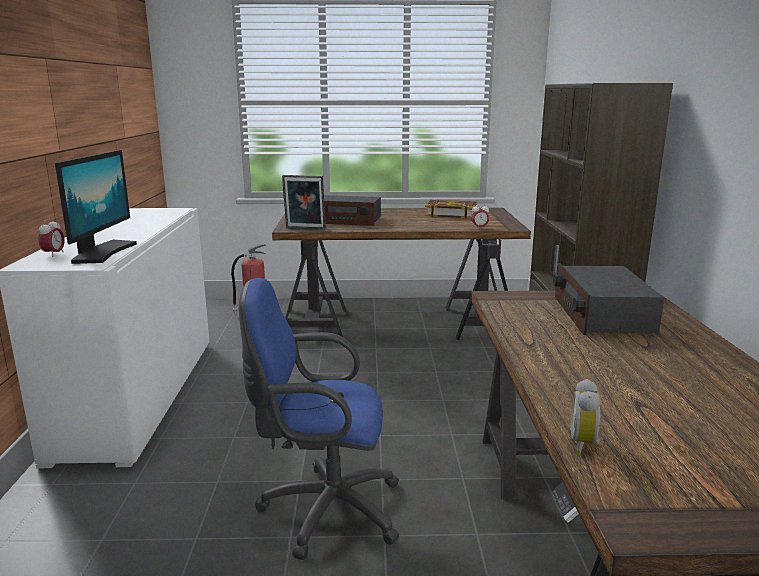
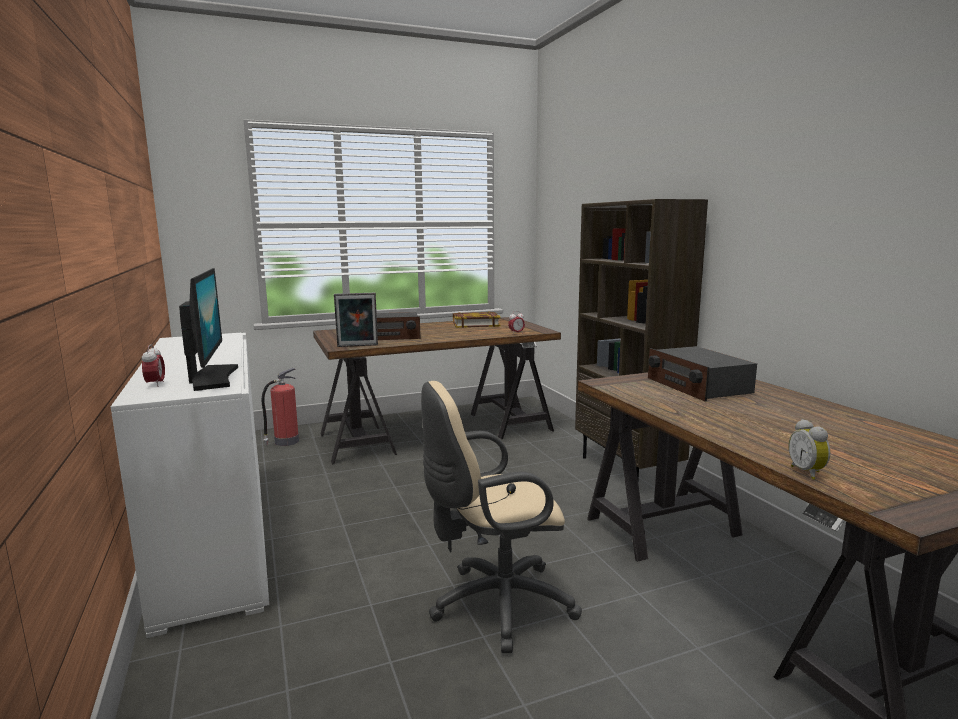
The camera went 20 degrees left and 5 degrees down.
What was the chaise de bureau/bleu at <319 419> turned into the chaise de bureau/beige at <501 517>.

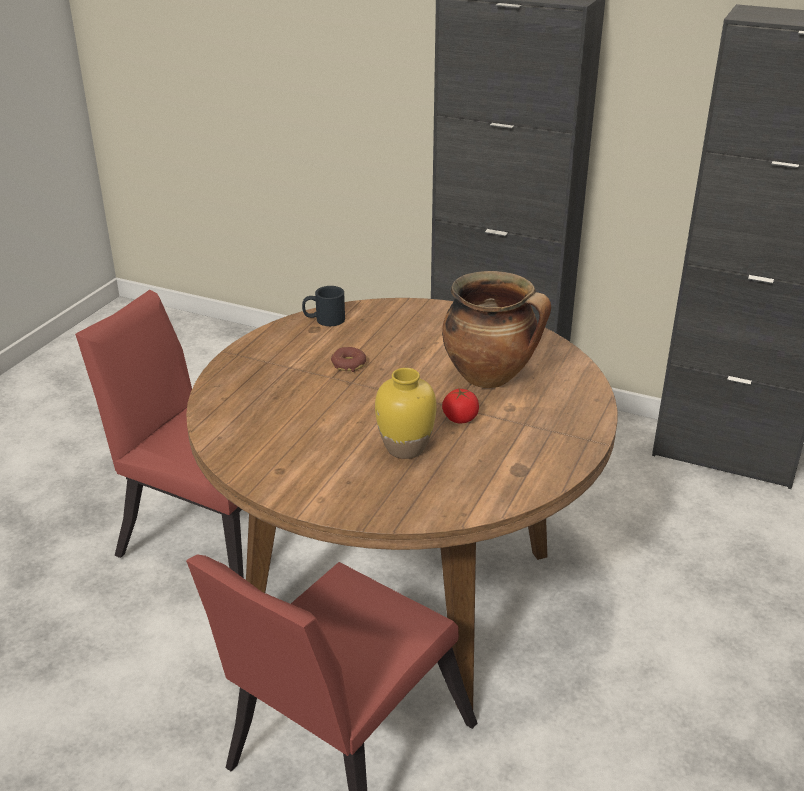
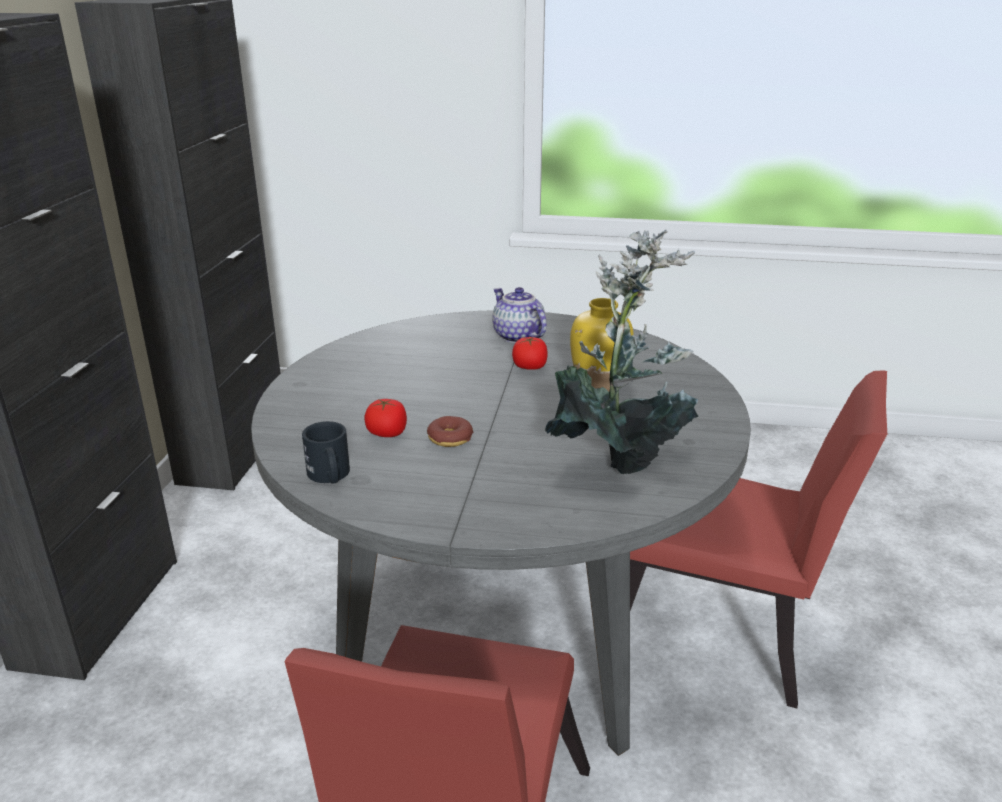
The camera went 105 degrees left and 5 degrees down.
What was the table à manger/marron at <401 504> turned into the table à manger/gris at <501 533>.
The second view gained the tomate at <385 418>.
The second view gained the théière at <519 315>.
The second view gained the plante en pot at <621 352>.
The second view lost the marmite at <496 329>.

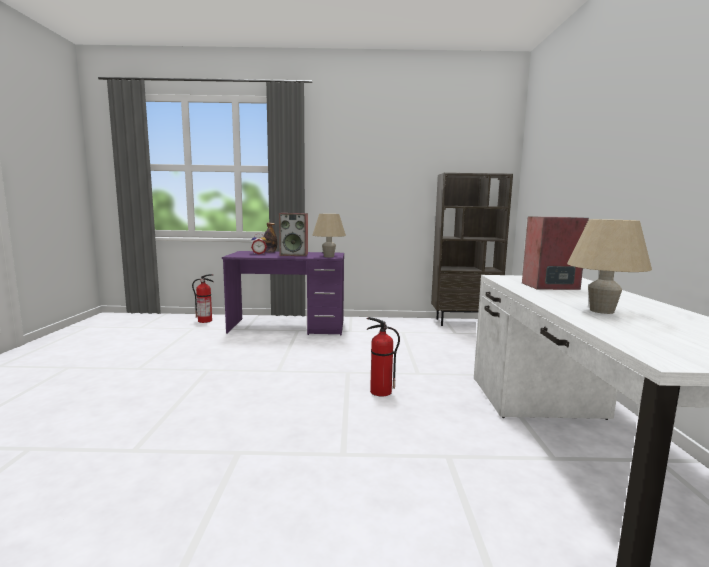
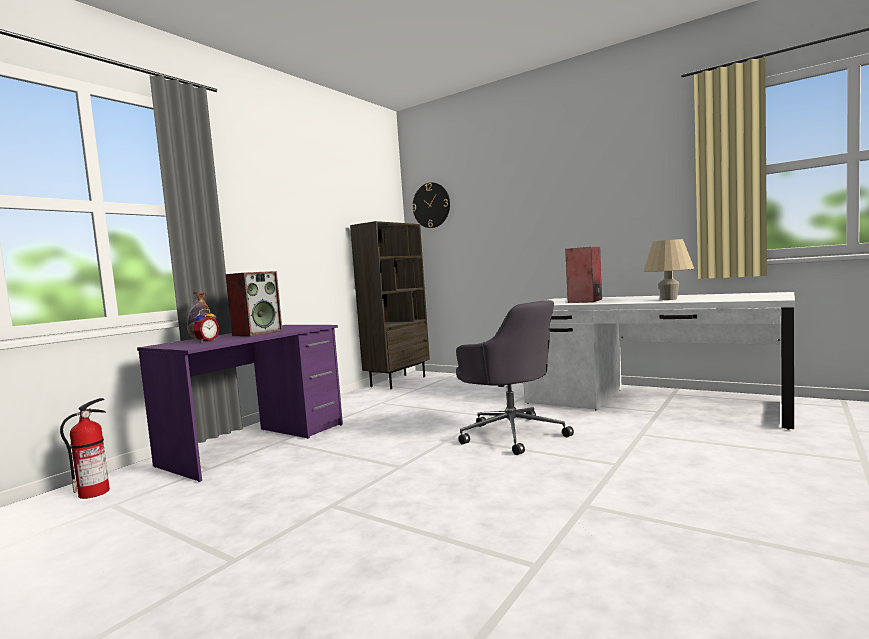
The camera went 55 degrees left and 5 degrees down.
The second view gained the horloge murale at <431 205>.
Where the extincteur stood at <383 357>, the chaise de bureau/gris came to stand at <515 377>.
The second view lost the lampe de table/beige at <329 235>.

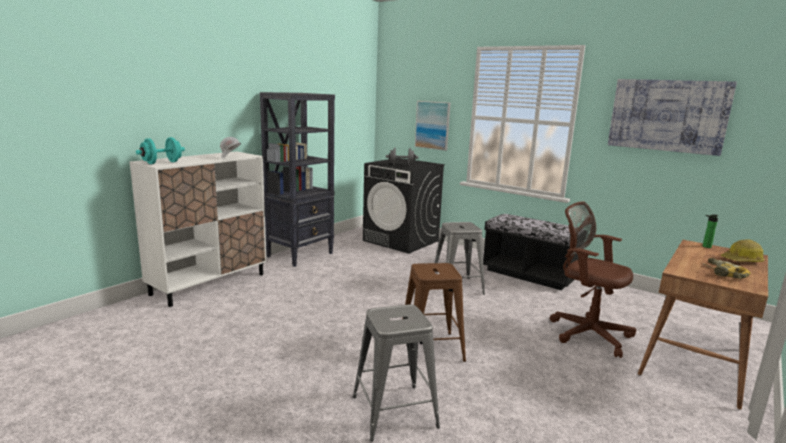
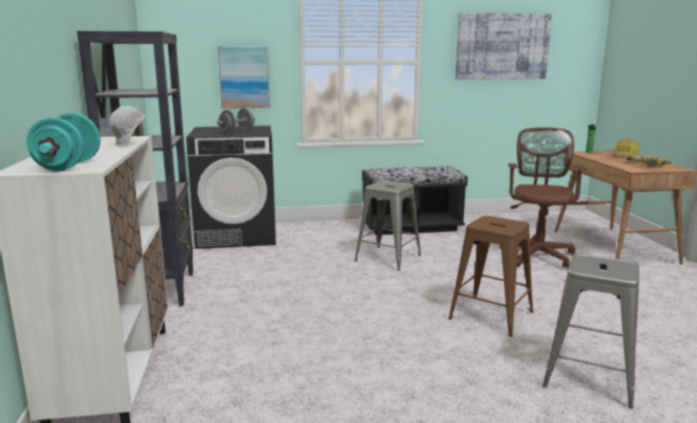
The camera went 45 degrees left and 0 degrees up.
The chaise de bureau/marron at <593 279> ended up facing another way, 105 degrees clockwise from before.

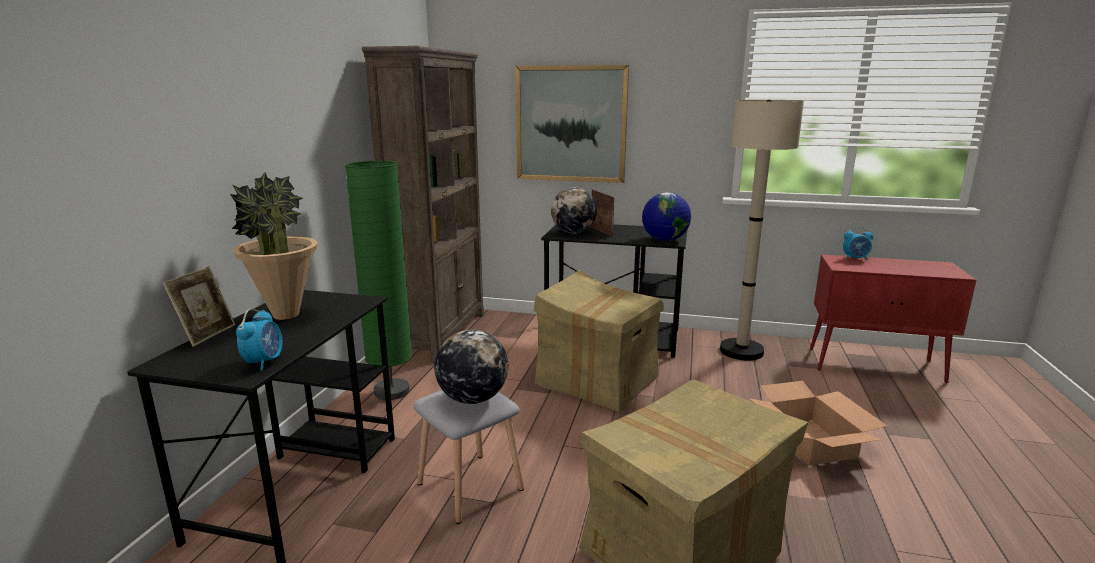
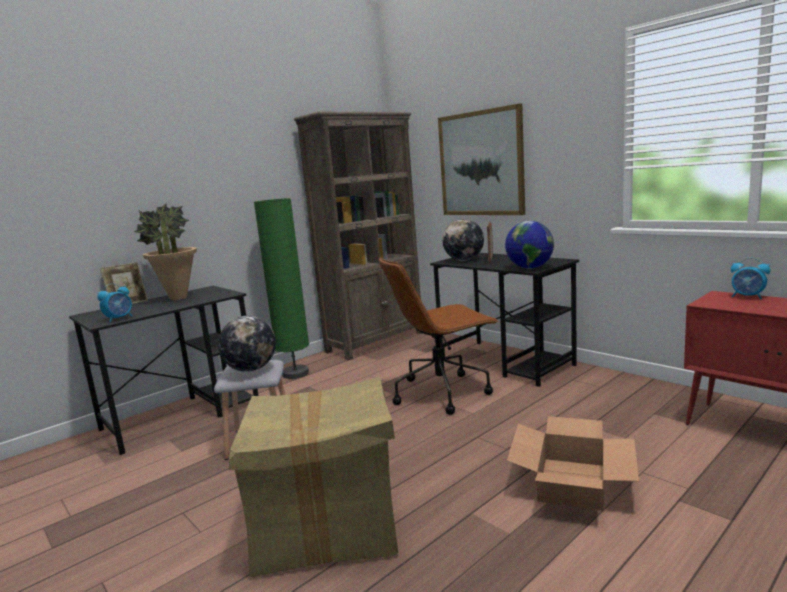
The camera went 35 degrees right and 5 degrees down.
Where the carton stood at <599 341>, the chaise de bureau/marron came to stand at <438 336>.
The second view lost the lampadaire/beige at <762 230>.

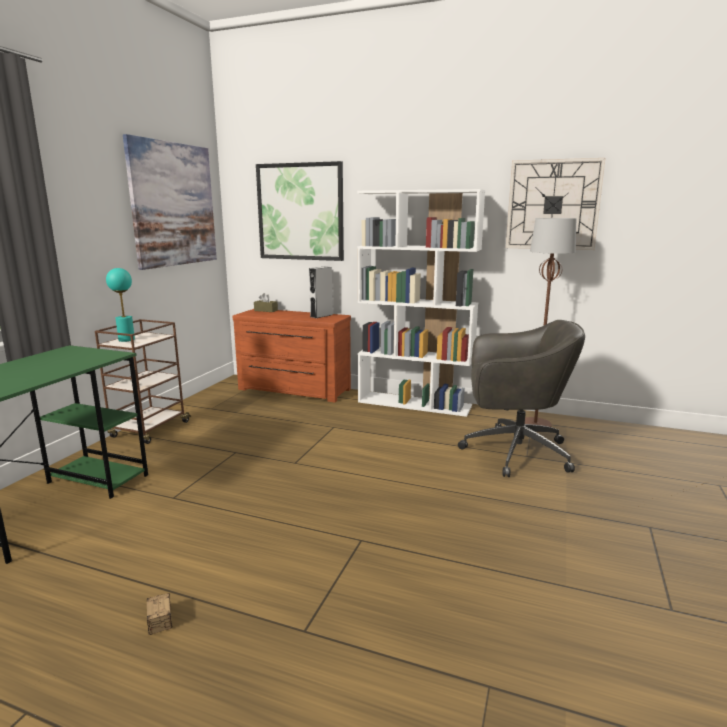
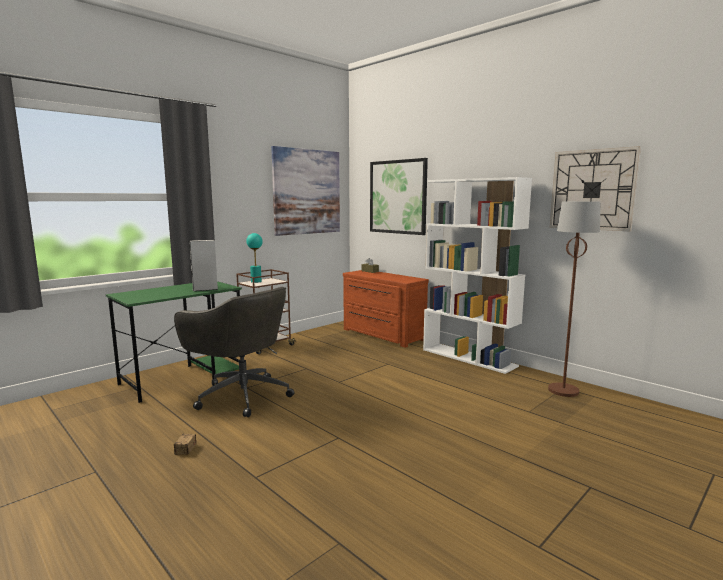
The camera went 25 degrees right and 5 degrees down.
The chaise de bureau/gris ended up elsewhere, having gone from <521 398> to <234 352>.
The enceinte/gris ended up elsewhere, having gone from <321 292> to <203 265>.

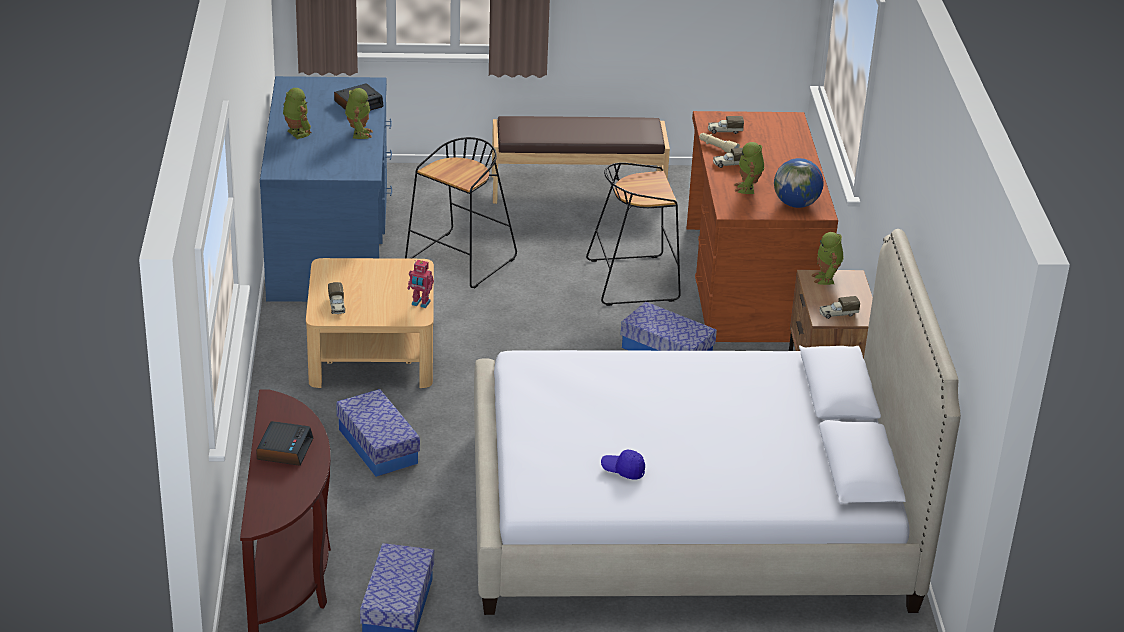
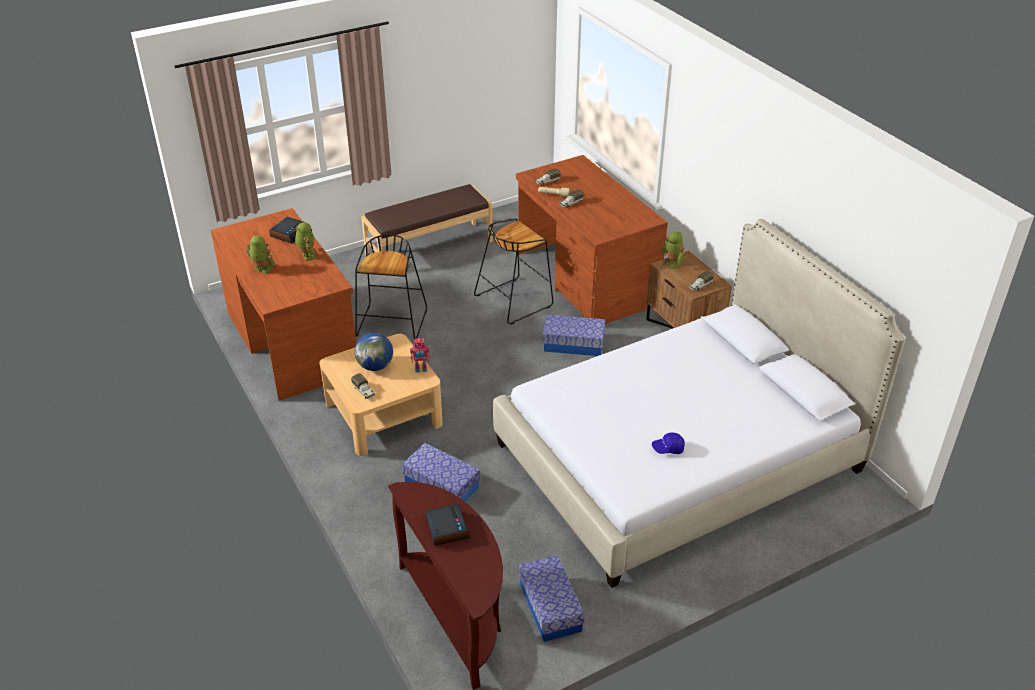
The camera went 25 degrees left and 5 degrees up.
What was the bureau/bleu at <326 189> turned into the bureau/marron at <283 304>.
The globe ended up elsewhere, having gone from <799 183> to <374 352>.
The second view lost the robot jouet at <749 168>.

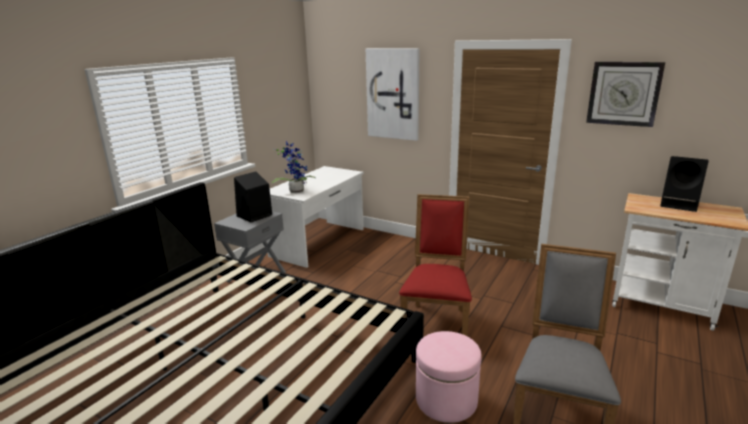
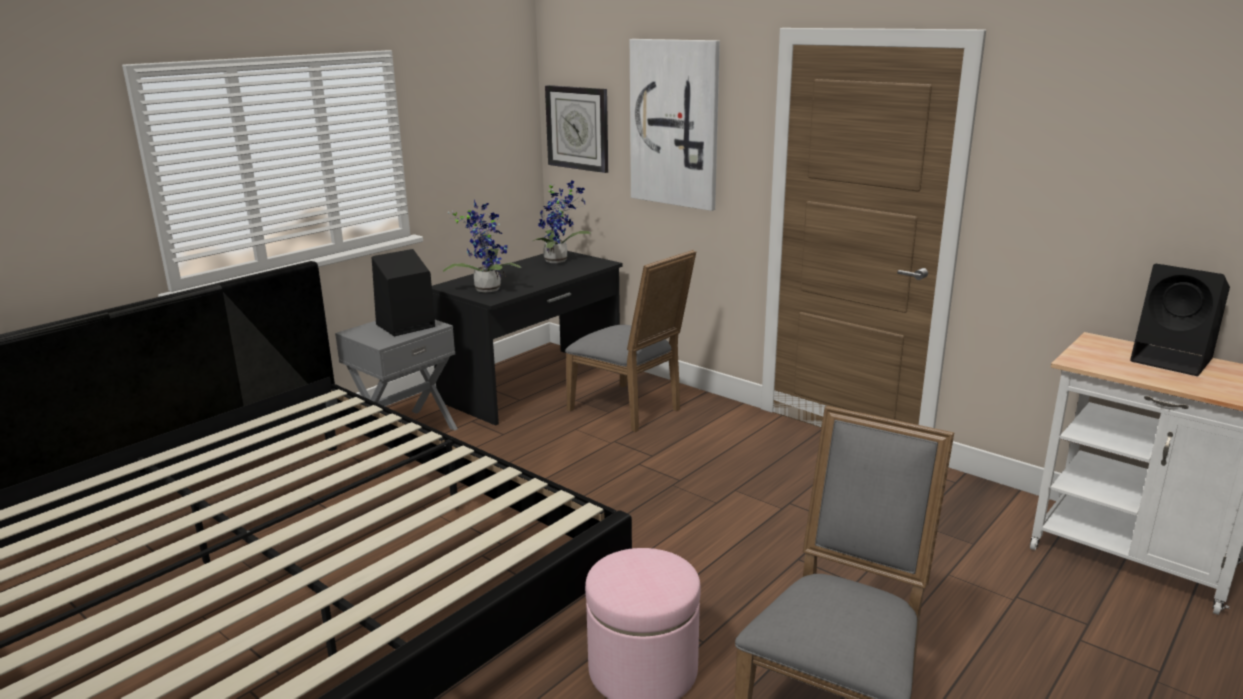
The camera went 10 degrees right and 0 degrees up.
What was the bureau/blanc at <315 217> turned into the bureau/noir at <527 338>.
The second view gained the plante en pot at <562 222>.
The horloge murale ended up elsewhere, having gone from <625 94> to <576 129>.
The second view gained the chaise/gris at <630 341>.
The second view lost the chaise/rouge at <435 265>.

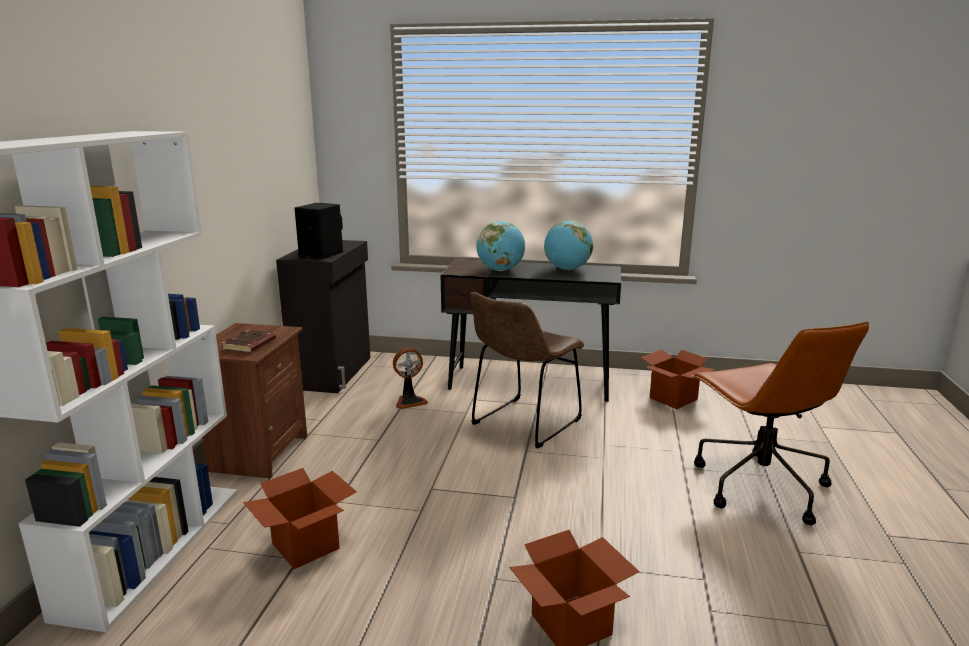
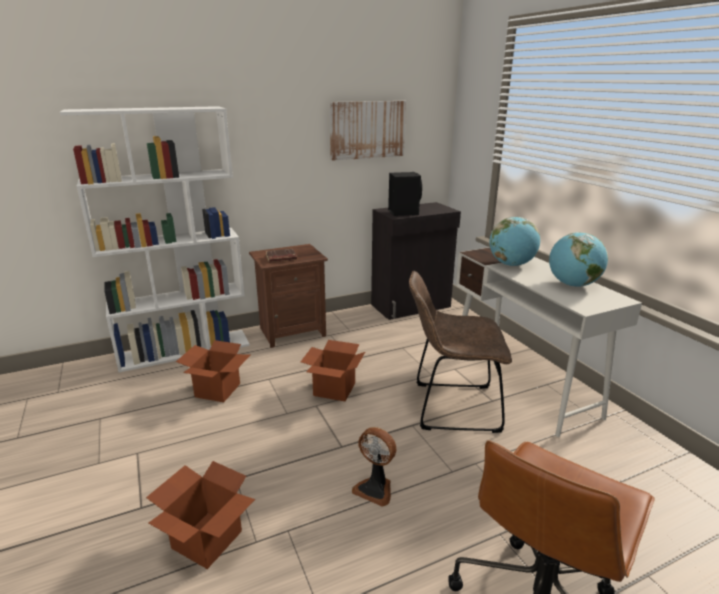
The camera went 55 degrees right and 5 degrees up.
The carton ended up elsewhere, having gone from <678 379> to <333 370>.
The second view gained the tableau at <368 131>.
The ventilateur ended up elsewhere, having gone from <410 378> to <374 467>.
What was the bureau/noir at <531 330> turned into the bureau/blanc at <549 342>.

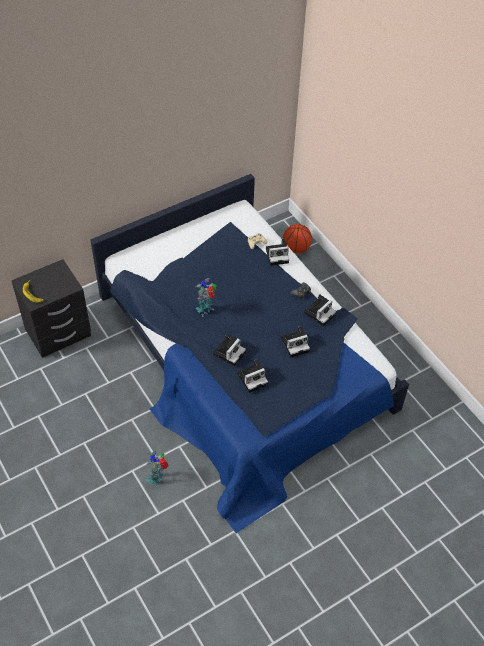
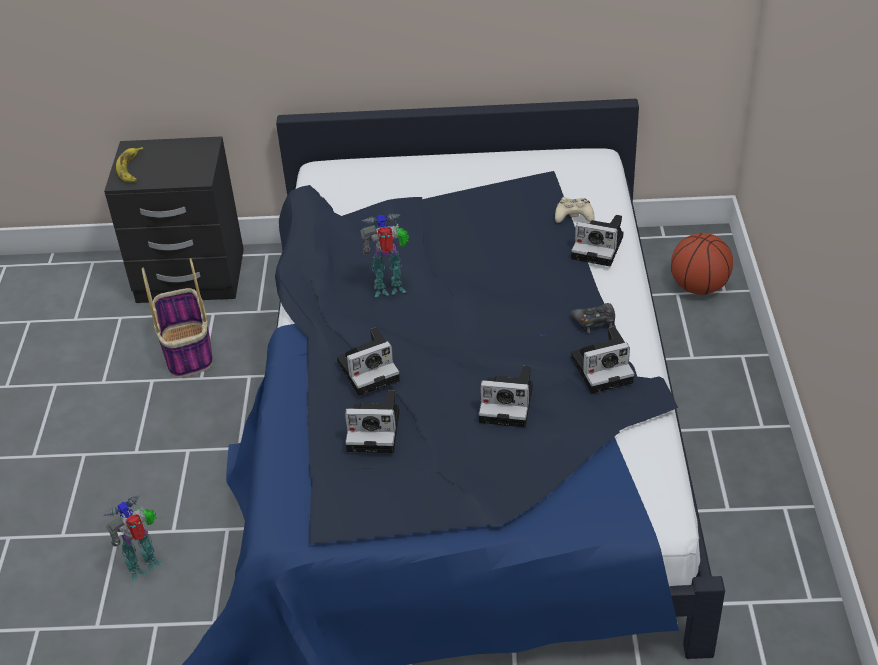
The camera went 35 degrees right and 10 degrees down.
The second view gained the panier at <177 318>.

